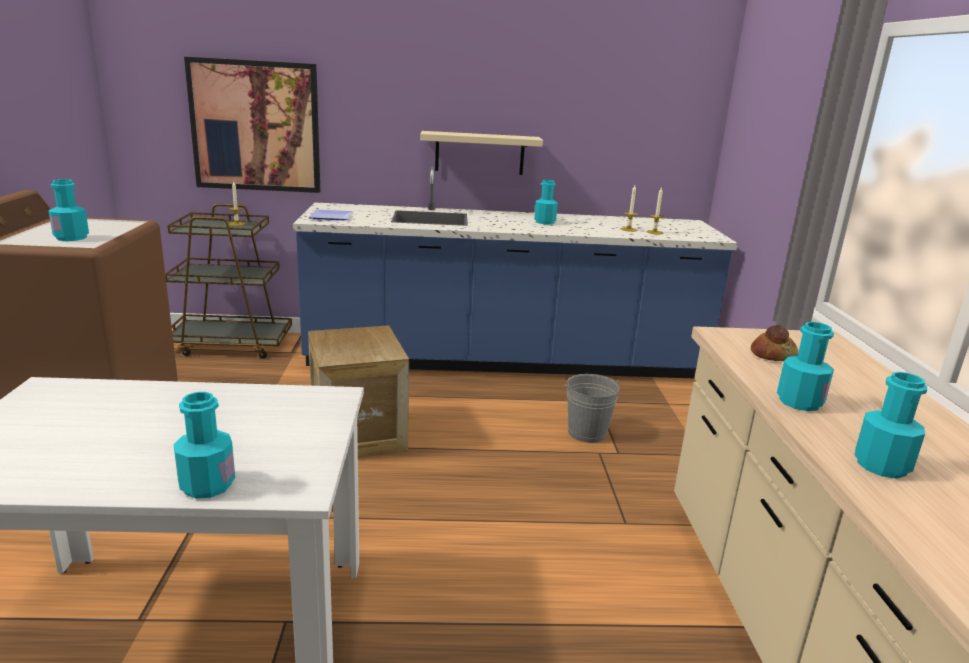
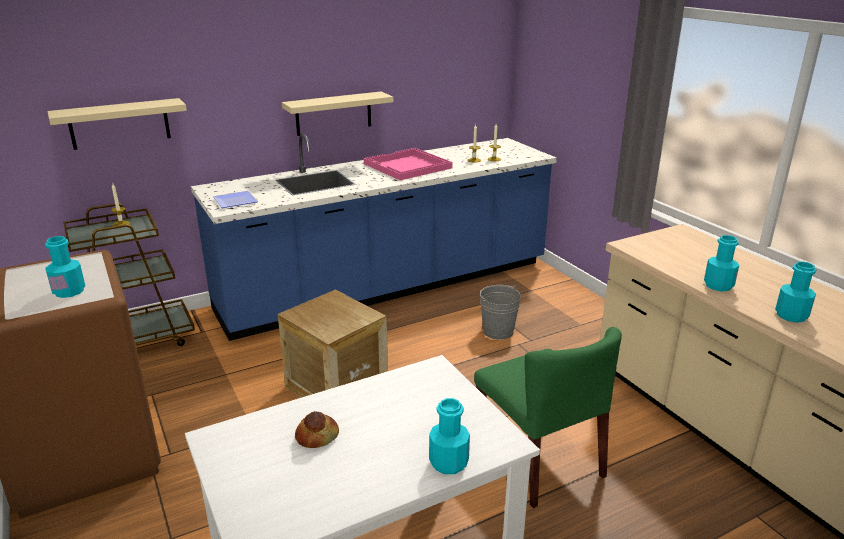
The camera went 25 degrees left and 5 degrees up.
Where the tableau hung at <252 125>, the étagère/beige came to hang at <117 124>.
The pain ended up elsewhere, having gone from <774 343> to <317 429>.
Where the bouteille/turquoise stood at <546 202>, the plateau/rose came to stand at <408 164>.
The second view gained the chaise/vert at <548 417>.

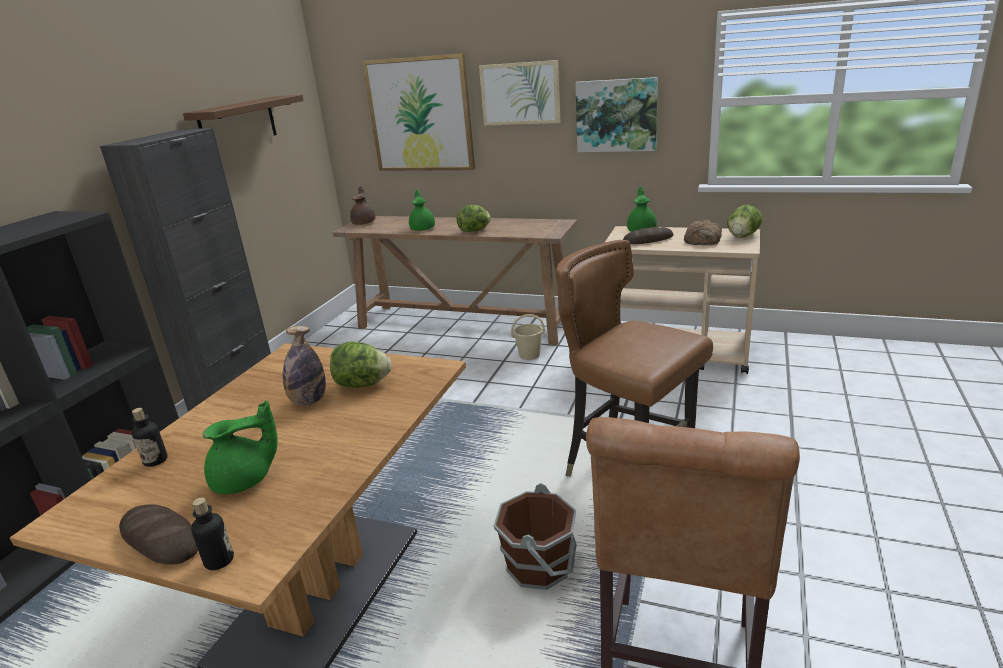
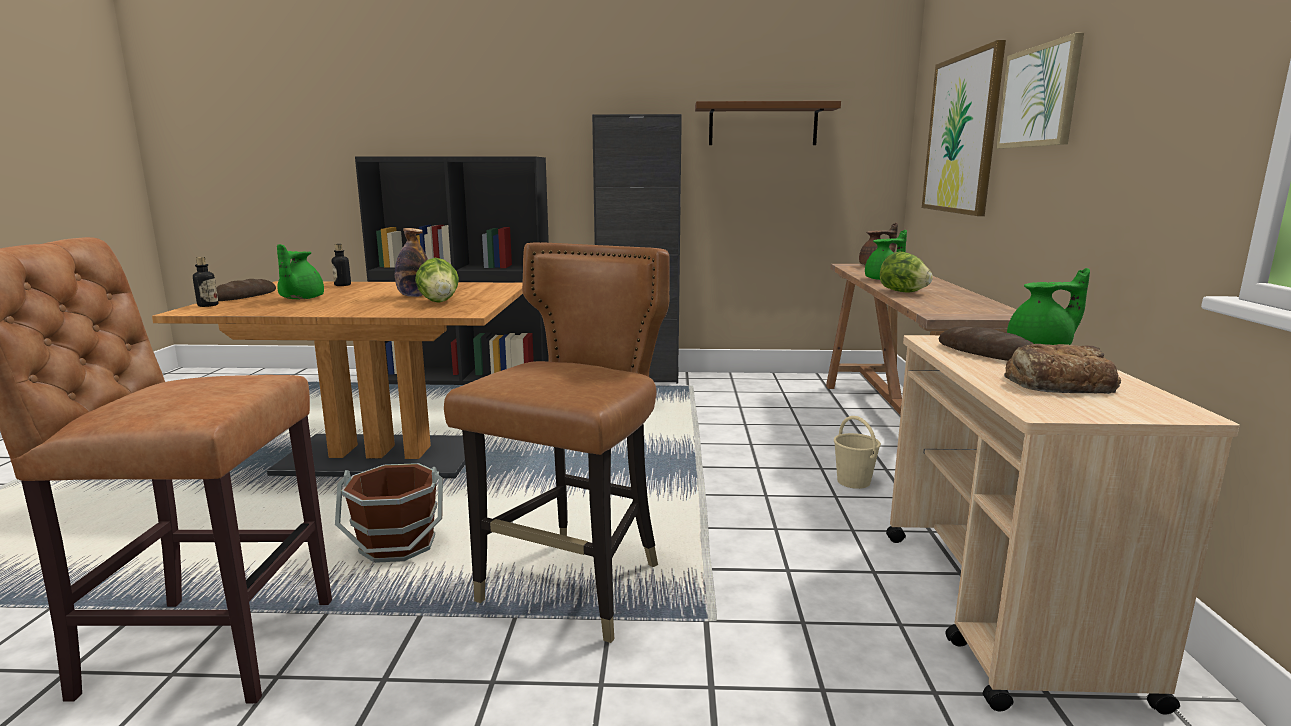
The camera went 70 degrees right and 10 degrees down.
The théière/vert at <240 447> ended up facing another way, 45 degrees clockwise from before.
The second view lost the tableau at <616 114>.
The second view lost the laitue at <745 221>.

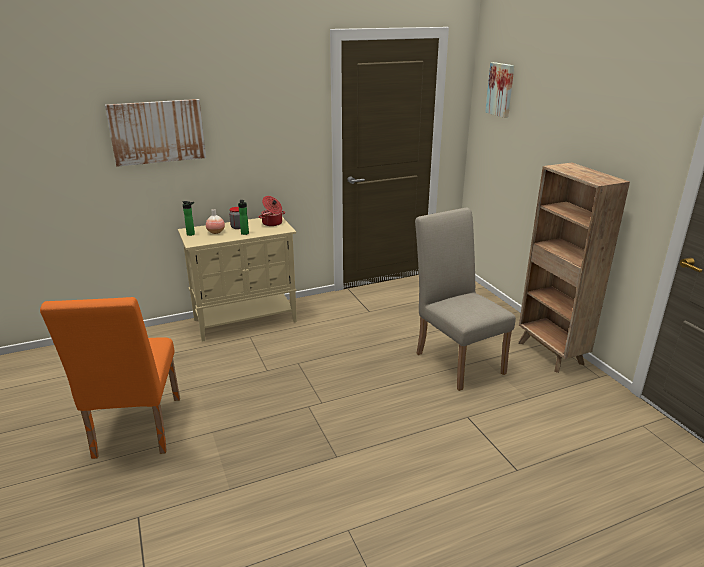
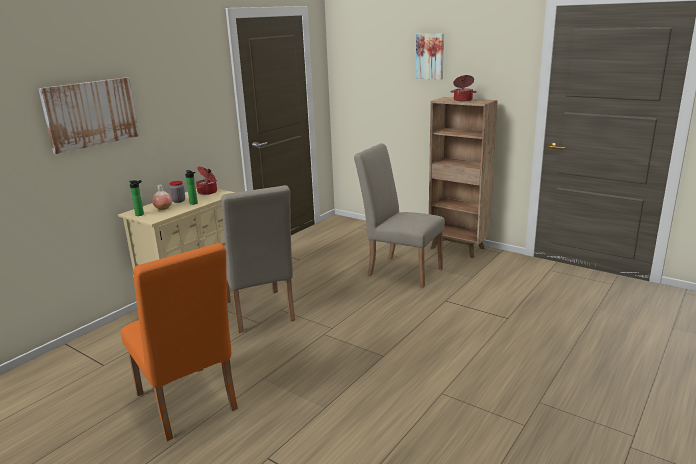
The camera went 30 degrees left and 5 degrees down.
The second view gained the chaise/beige at <258 259>.
The tableau ended up elsewhere, having gone from <499 90> to <430 56>.
The second view gained the marmite at <463 88>.

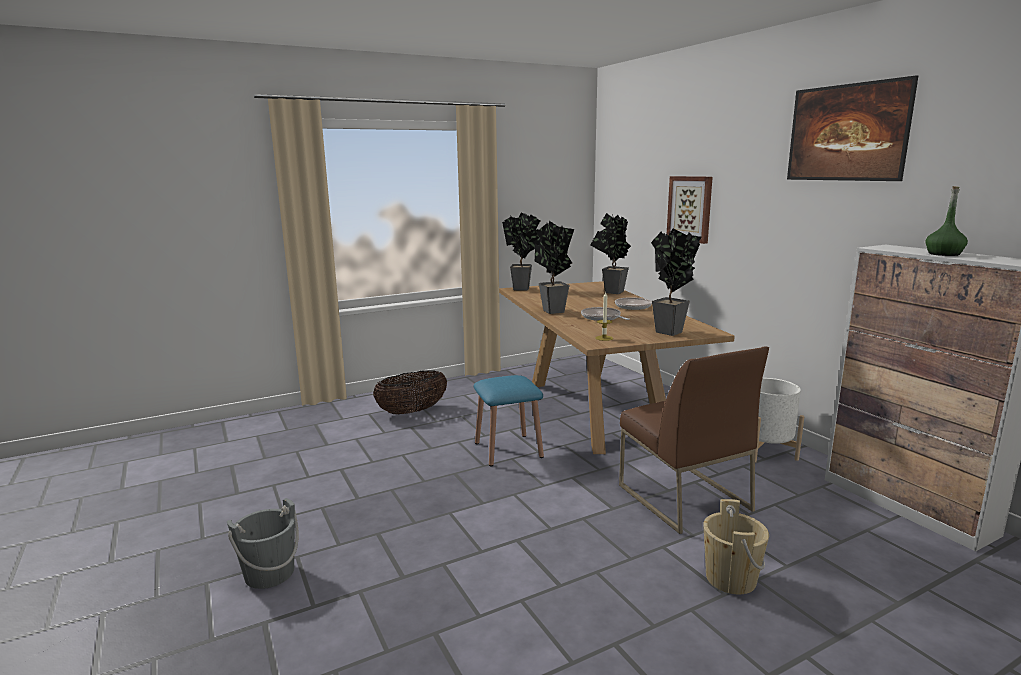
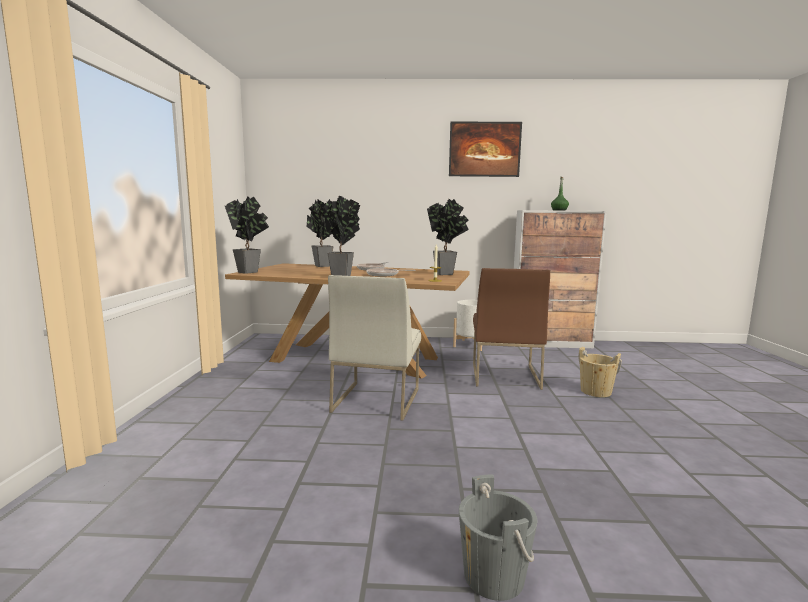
The camera went 60 degrees left and 5 degrees down.
Where the tabouret/bleu stood at <509 420>, the chaise/blanc came to stand at <374 348>.
The chaise/marron at <694 440> ended up facing another way, 90 degrees clockwise from before.
The second view lost the panier at <410 392>.
The second view lost the tableau at <690 210>.

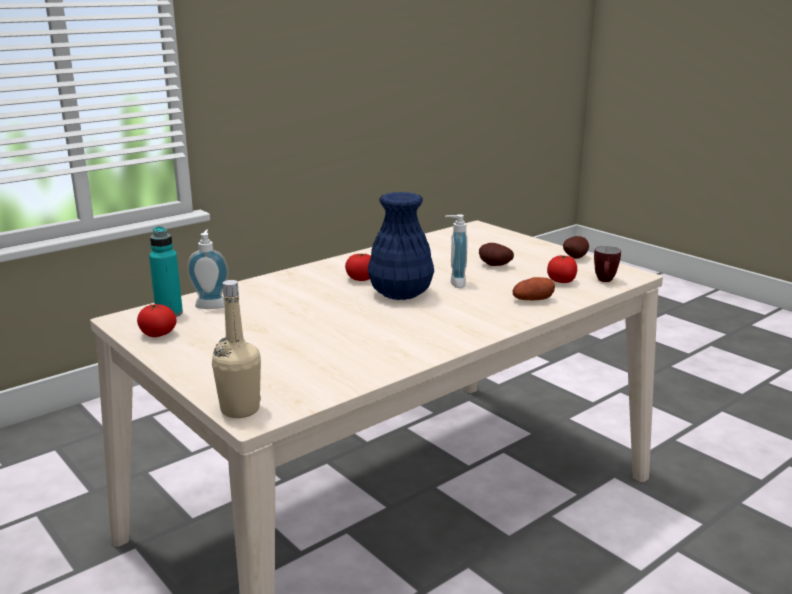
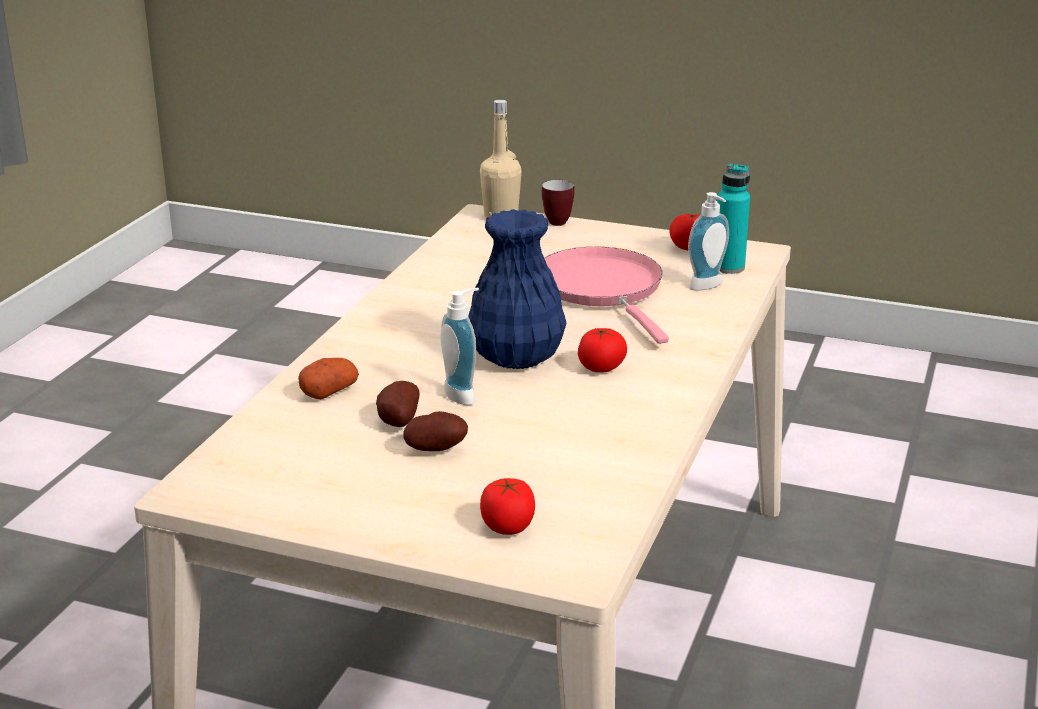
The camera went 150 degrees right and 5 degrees up.
The pomme de terre ended up elsewhere, having gone from <576 247> to <397 404>.
The tomate ended up elsewhere, having gone from <562 269> to <507 506>.
The mug ended up elsewhere, having gone from <607 264> to <558 203>.
The second view gained the poêle/rose at <606 295>.

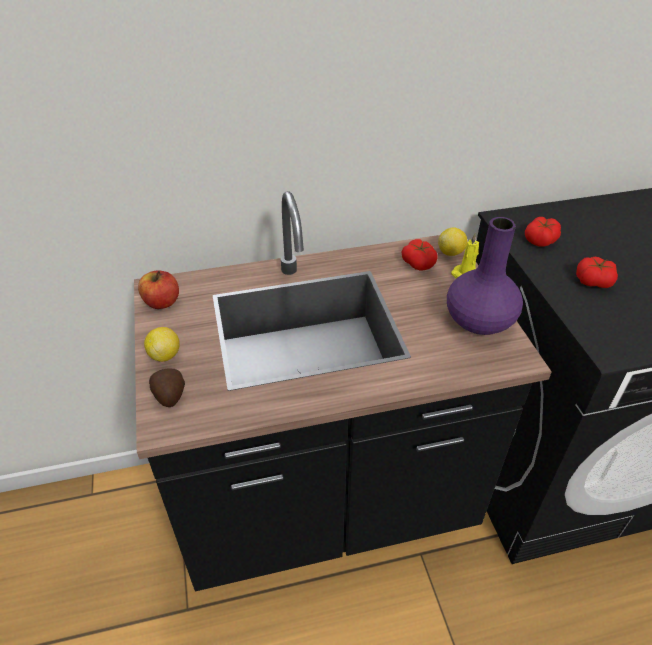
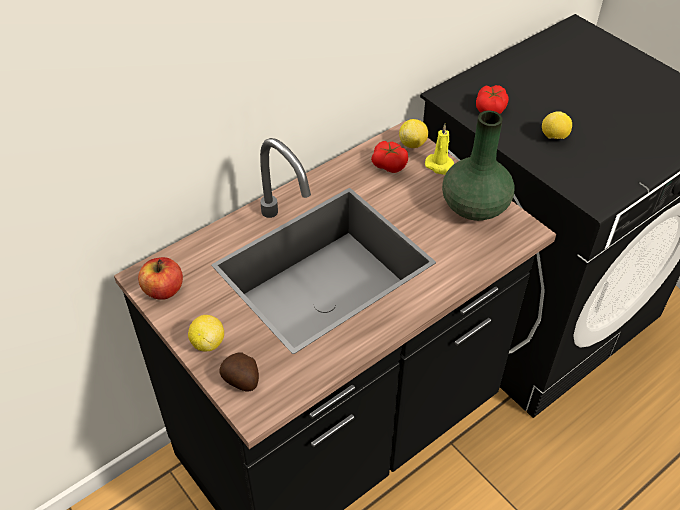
The camera went 25 degrees left and 5 degrees up.
What was the vase/violet at <485 276> turned into the vase/vert at <478 166>.
Where the tomate stood at <597 272>, the citron came to stand at <557 125>.

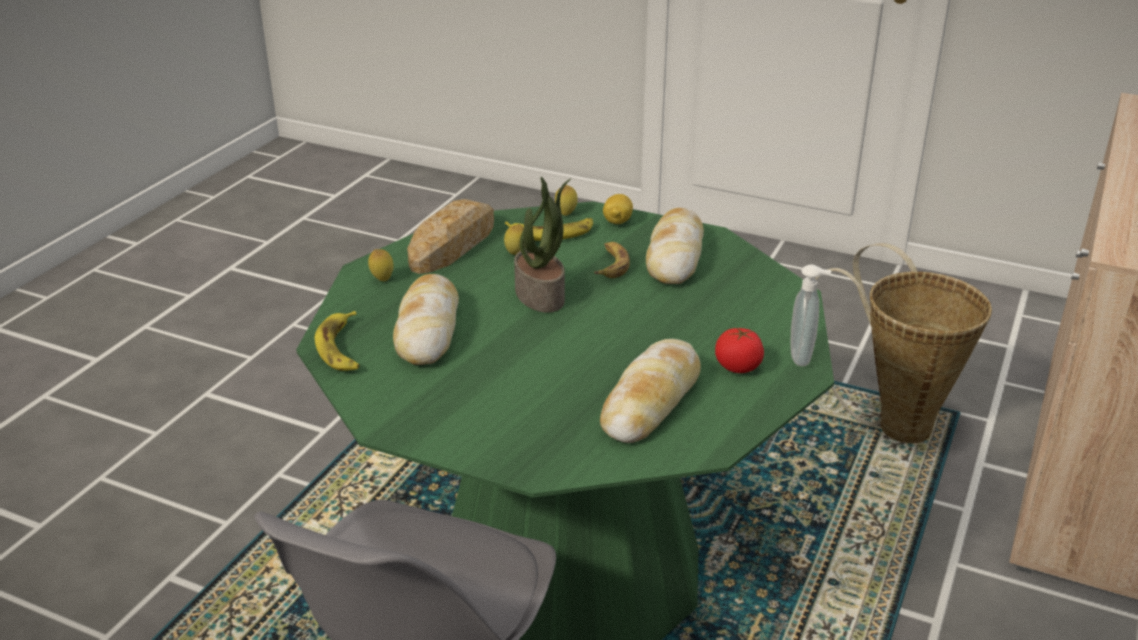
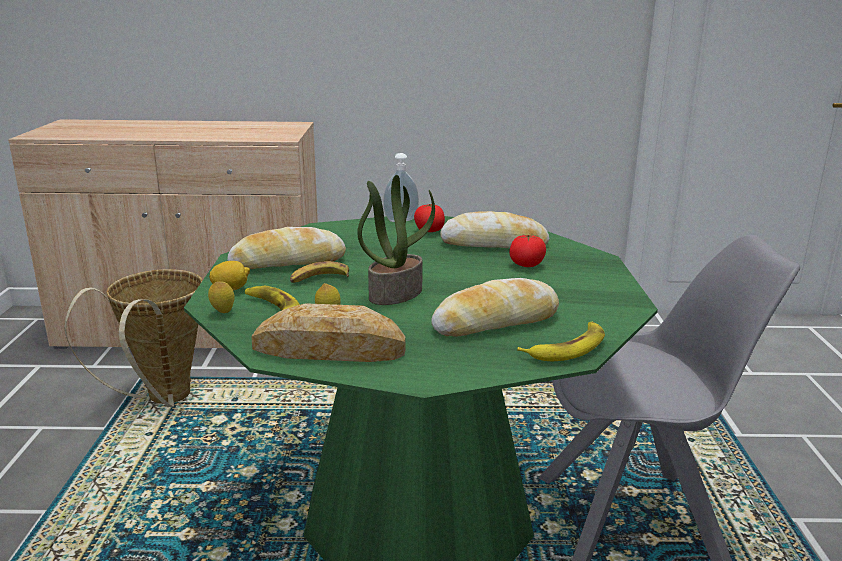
The camera went 115 degrees left and 10 degrees down.
The second view gained the tomate at <527 250>.
The second view lost the citron at <381 265>.

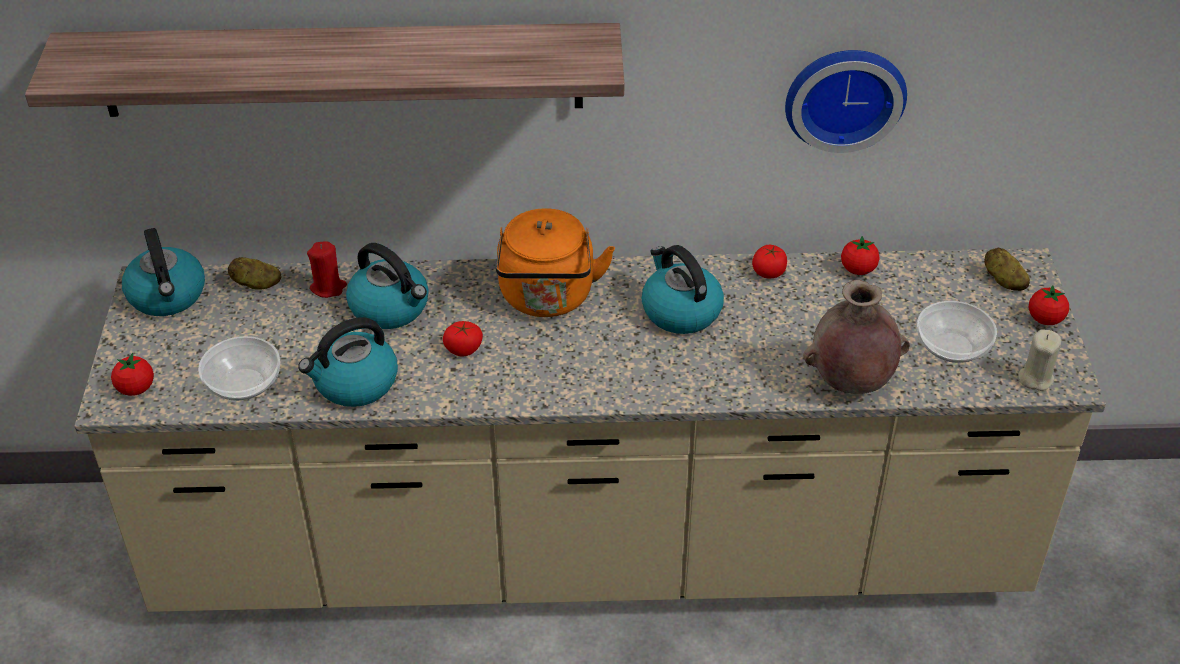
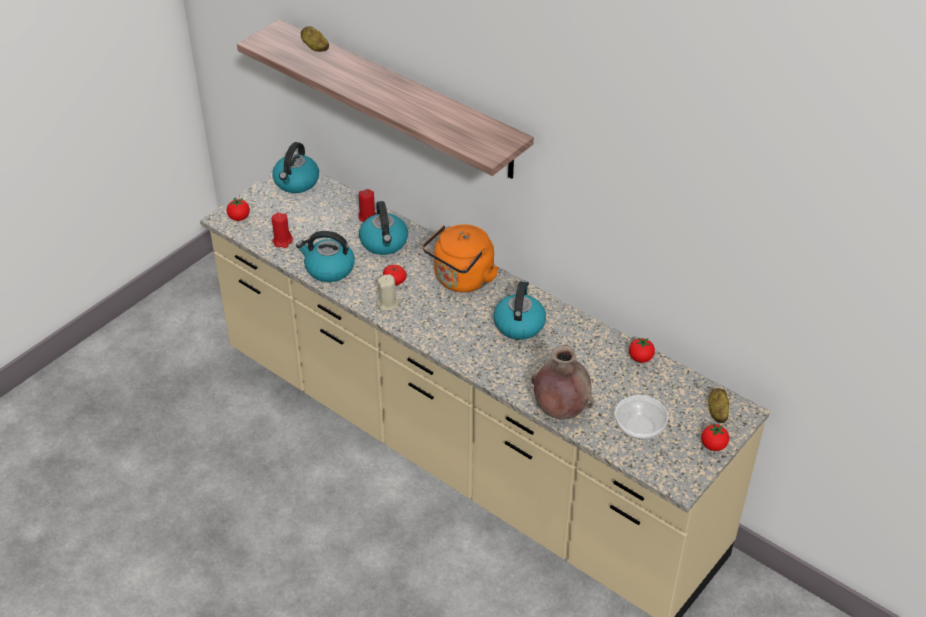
The camera went 40 degrees right and 0 degrees up.
Where the bol stood at <239 368>, the bougie/rouge came to stand at <282 230>.
The pomme de terre ended up elsewhere, having gone from <255 273> to <315 39>.
The bougie/beige ended up elsewhere, having gone from <1039 360> to <387 292>.
The second view lost the tomate at <769 261>.
The second view lost the horloge murale at <846 101>.

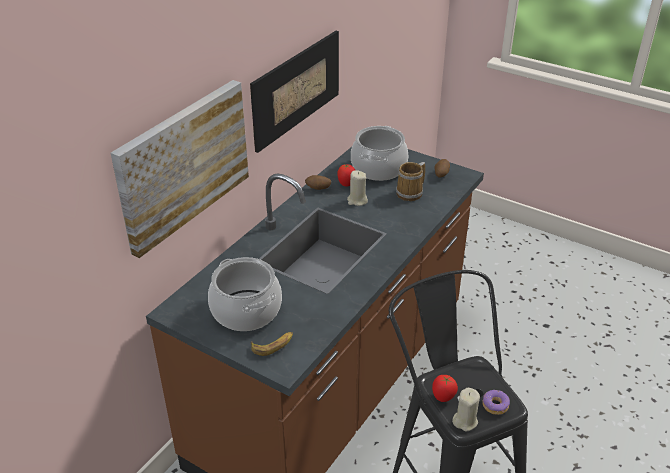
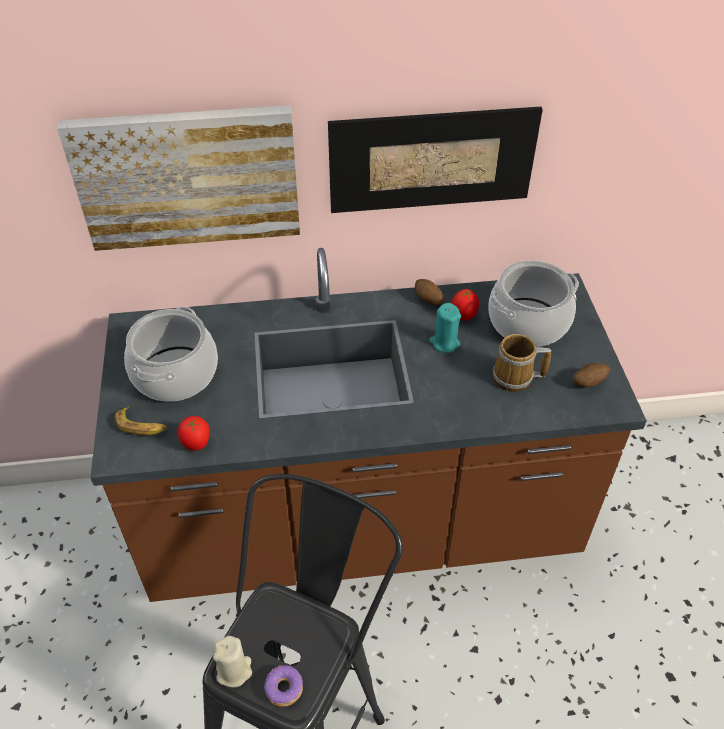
The camera went 50 degrees right and 10 degrees up.
The tomate ended up elsewhere, having gone from <445 388> to <194 433>.
What was the bougie/beige at <357 188> turned into the bougie/turquoise at <445 328>.

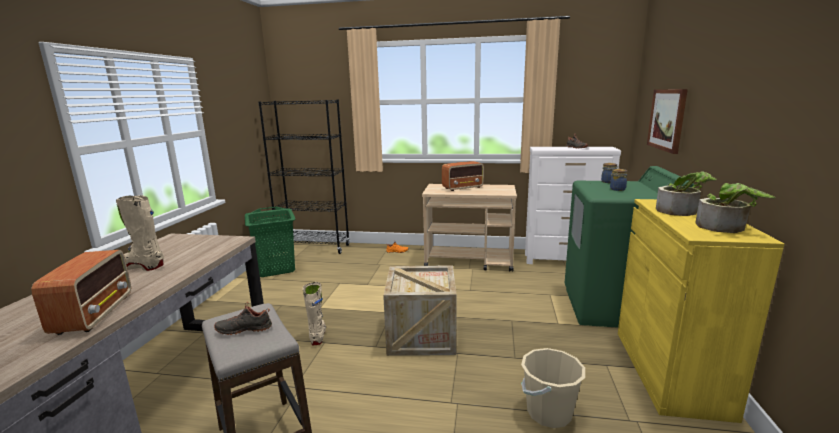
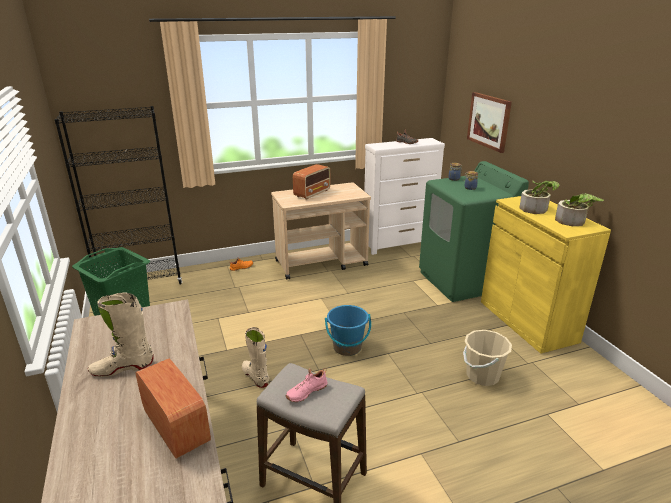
The camera went 30 degrees left and 10 degrees up.
What was the chaussure/noir at <243 318> turned into the chaussure/rose at <306 385>.
Where the caisse stood at <420 310>, the seau/bleu came to stand at <348 330>.

